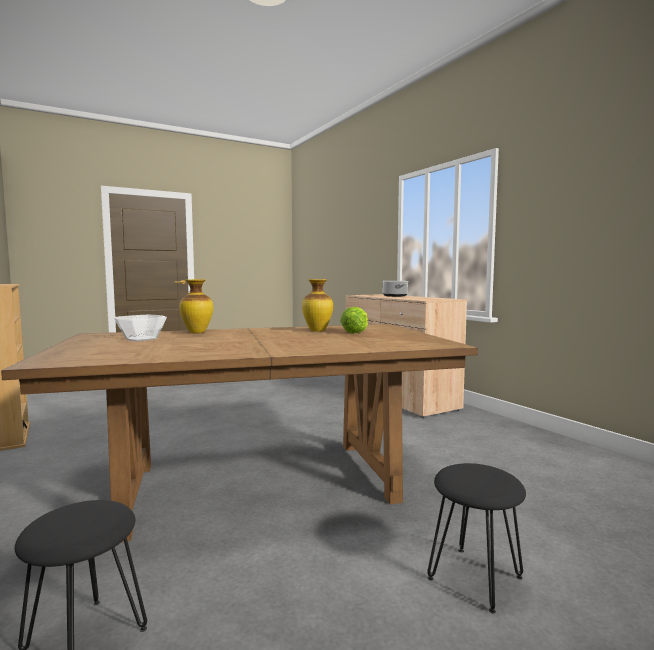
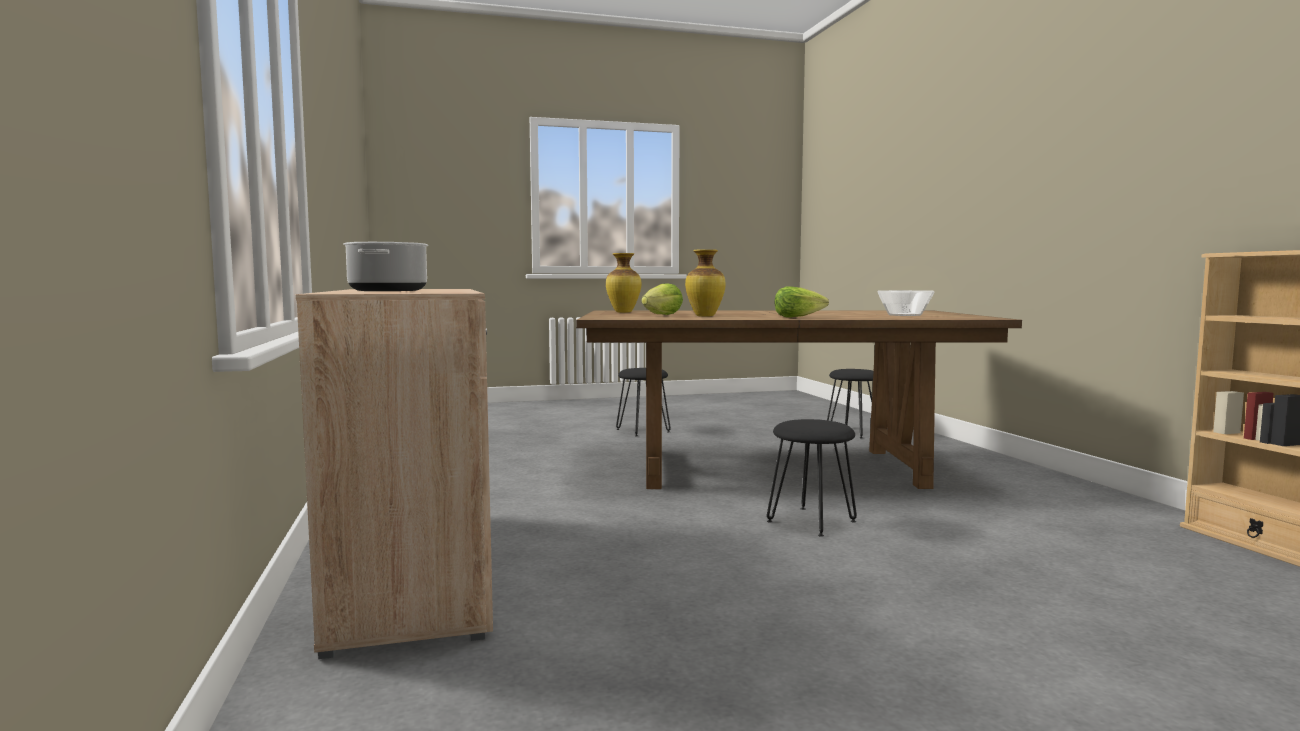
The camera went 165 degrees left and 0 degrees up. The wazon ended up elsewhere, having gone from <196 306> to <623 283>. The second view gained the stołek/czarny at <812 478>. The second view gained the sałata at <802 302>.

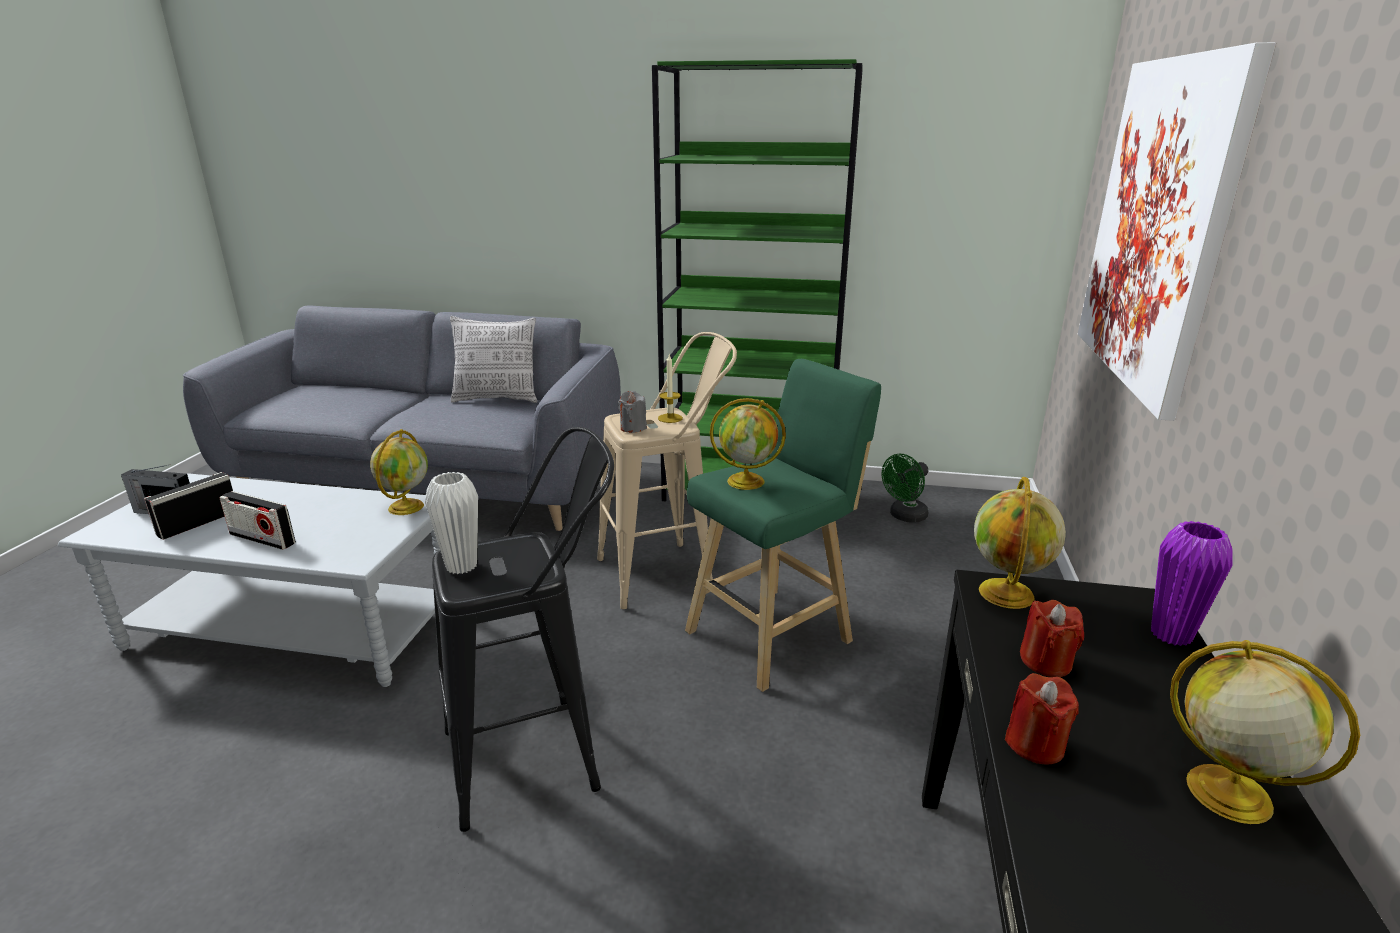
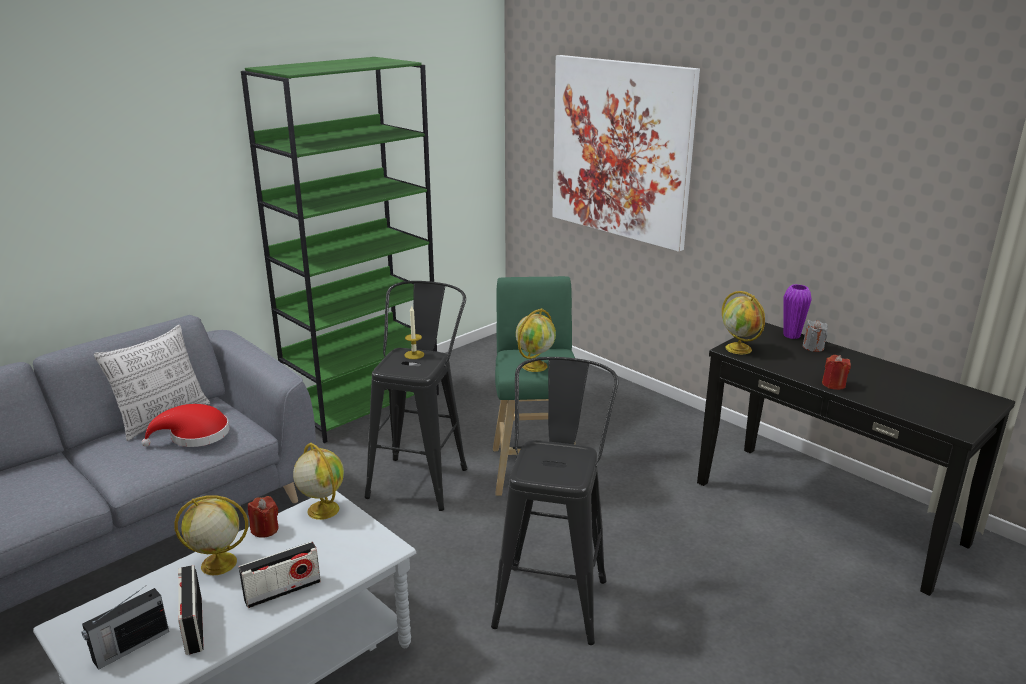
The camera went 55 degrees left and 0 degrees up. The second view gained the kapelusz/czerwony at <186 425>. The globus ended up elsewhere, having gone from <1265 732> to <211 535>. The świeca/czerwony ended up elsewhere, having gone from <1052 638> to <263 517>. What was the stołek/beżowy at <667 470> turned into the stołek/czarny at <416 396>. The świeca/szary ended up elsewhere, having gone from <632 412> to <815 336>. The second view lost the wazon/biały at <451 523>. The second view lost the wentylator/zielony at <905 488>.

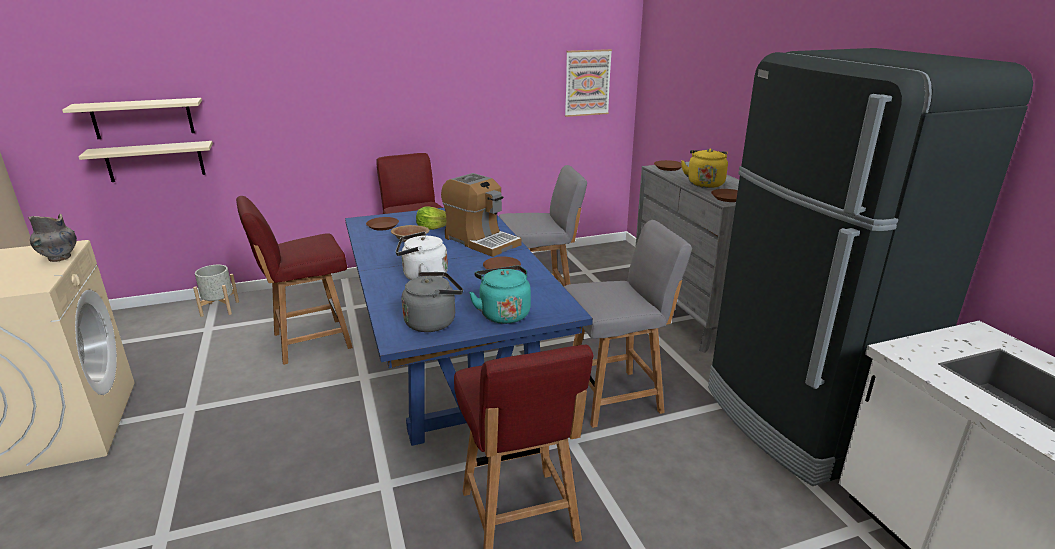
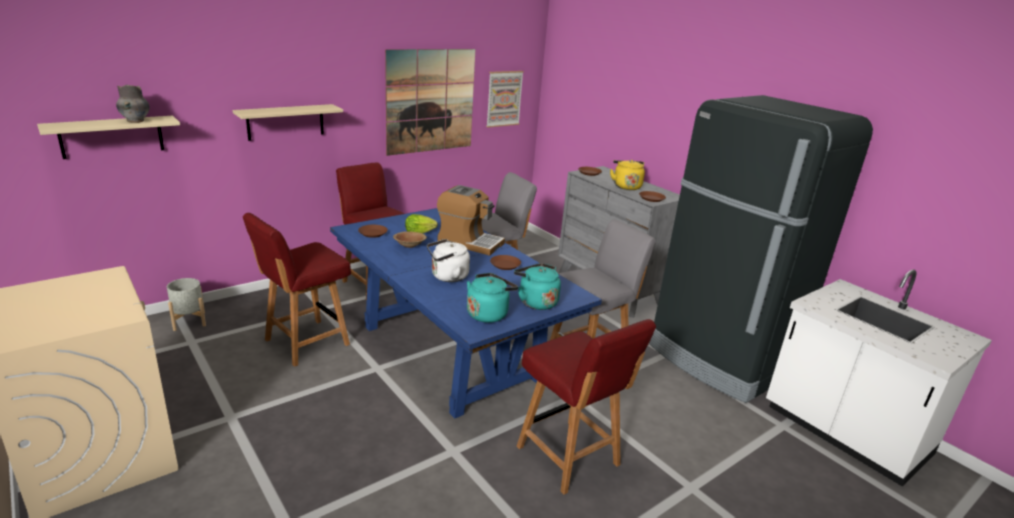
The camera went 20 degrees left and 0 degrees up. The wazon/szary ended up elsewhere, having gone from <52 238> to <133 104>. The półka/beżowy ended up elsewhere, having gone from <145 161> to <288 122>. The second view gained the obraz at <430 102>. What was the czajnik/szary at <432 302> turned into the czajnik/turkusowy at <492 298>.

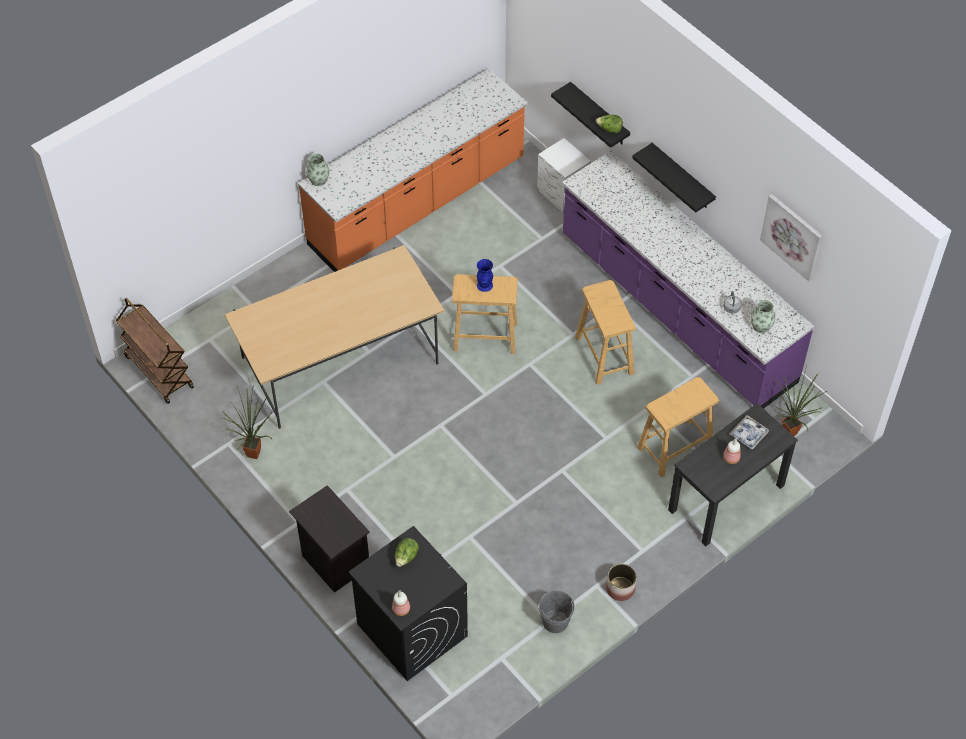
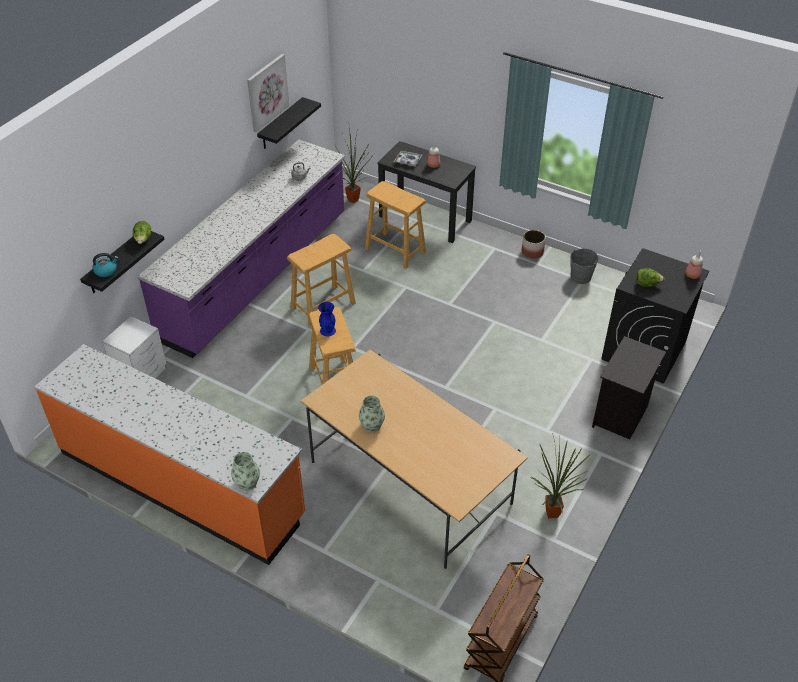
The camera went 110 degrees left and 10 degrees down. The second view gained the czajnik at <105 265>. The półka/czarny ended up elsewhere, having gone from <674 178> to <289 123>. The wazon ended up elsewhere, having gone from <762 316> to <372 414>.

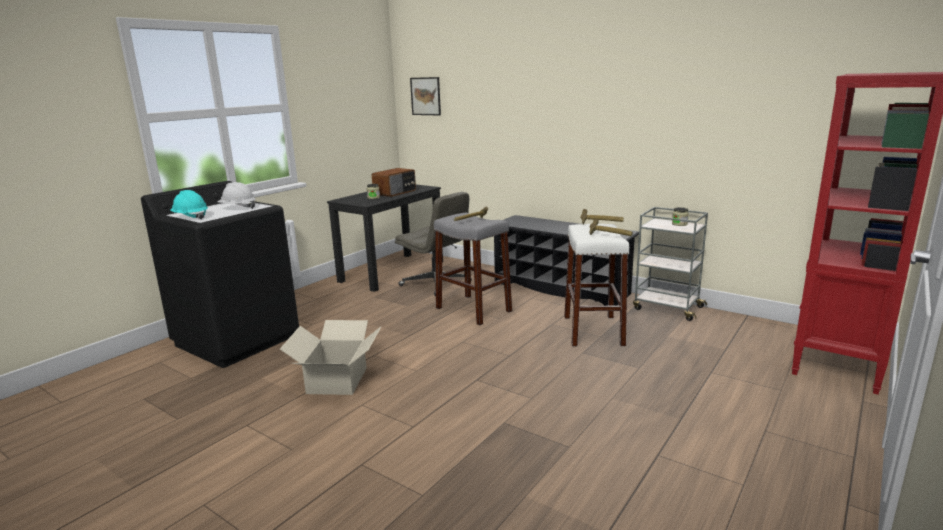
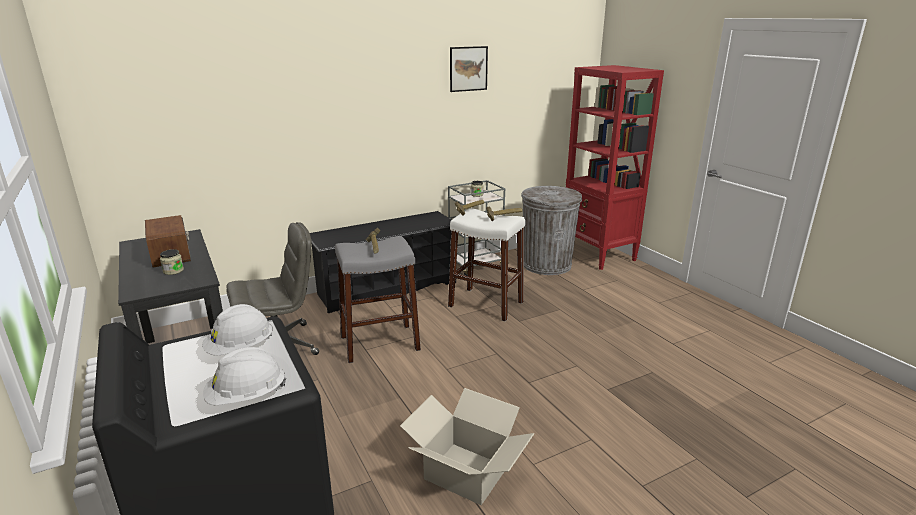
The camera went 65 degrees left and 5 degrees up. What was the kask/turkusowy at <189 205> turned into the kask/biały at <244 376>. The obraz ended up elsewhere, having gone from <425 96> to <469 69>. The second view gained the kosz na śmieci/szary at <551 230>.

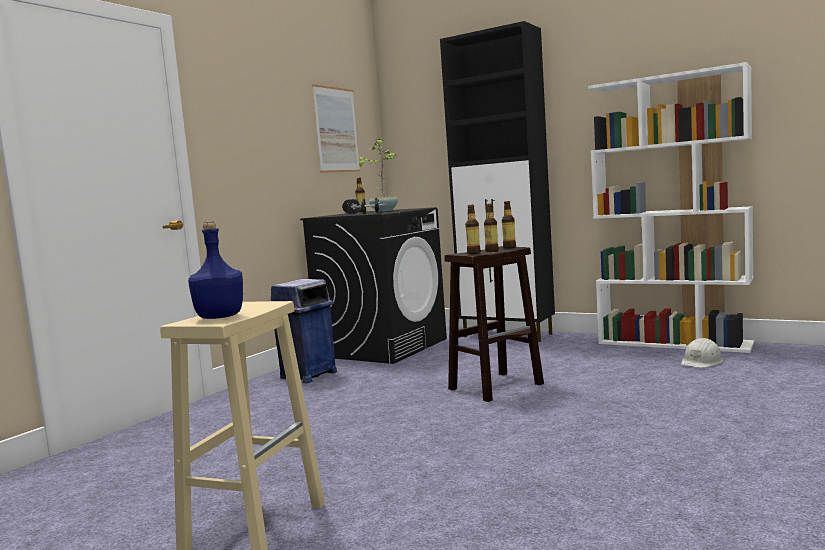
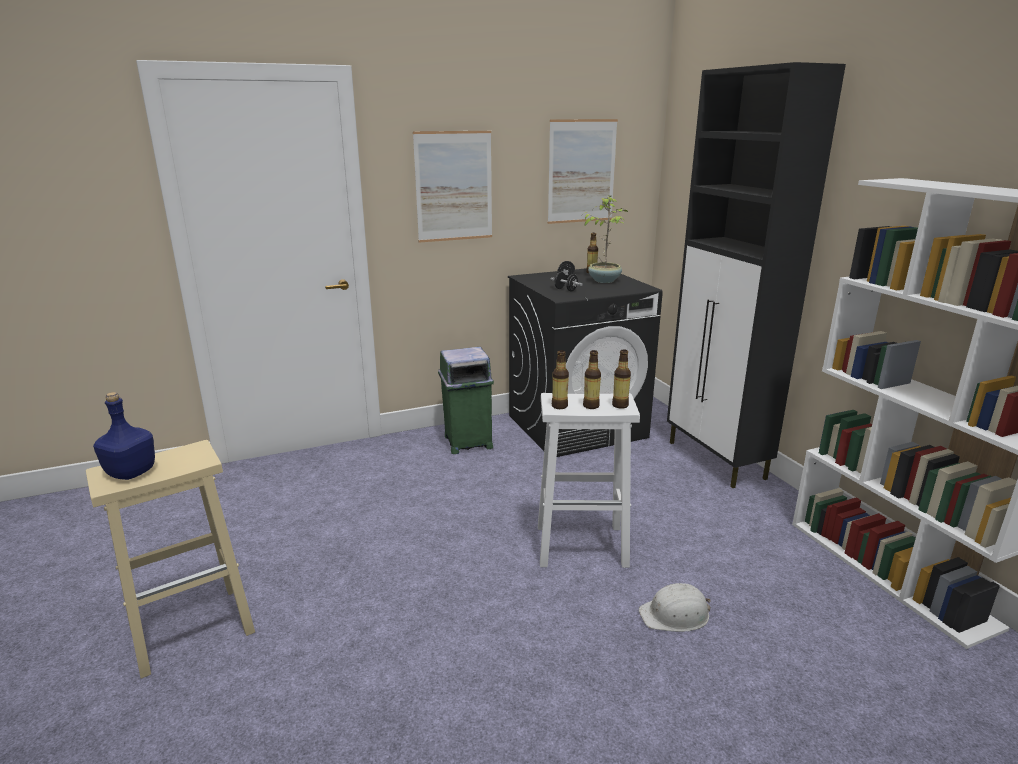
The camera went 35 degrees right and 15 degrees up. The second view gained the obraz at <452 187>. What was the kosz na śmieci/niebieski at <304 331> turned into the kosz na śmieci/zielony at <466 400>. What was the stołek/brązowy at <494 324> turned into the stołek/biały at <589 480>. The kask/biały ended up elsewhere, having gone from <702 353> to <675 607>.

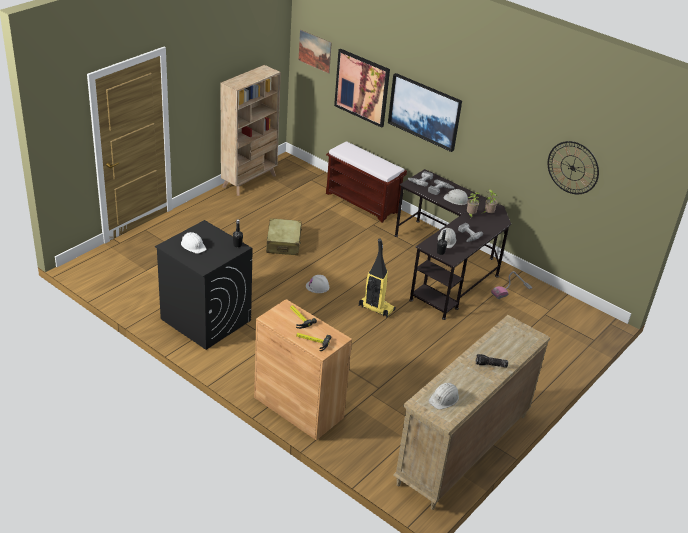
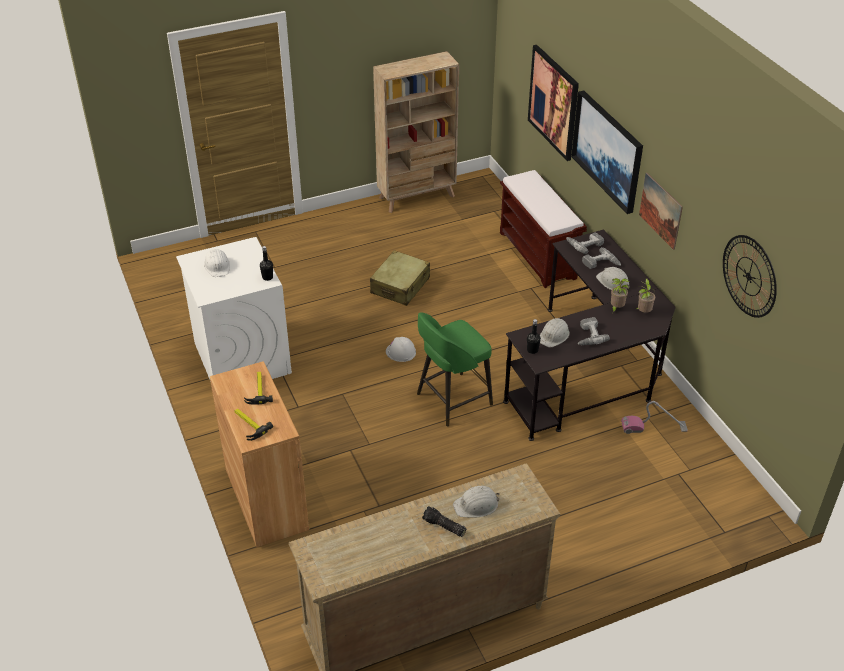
The camera went 30 degrees right and 5 degrees up. What was the pralka/czarny at <204 285> turned into the pralka/biały at <234 308>. Where the odkurzacz stood at <377 278>, the stołek/zielony came to stand at <455 369>. The kask/biały ended up elsewhere, having gone from <444 396> to <476 502>. The obraz ended up elsewhere, having gone from <315 51> to <661 211>.

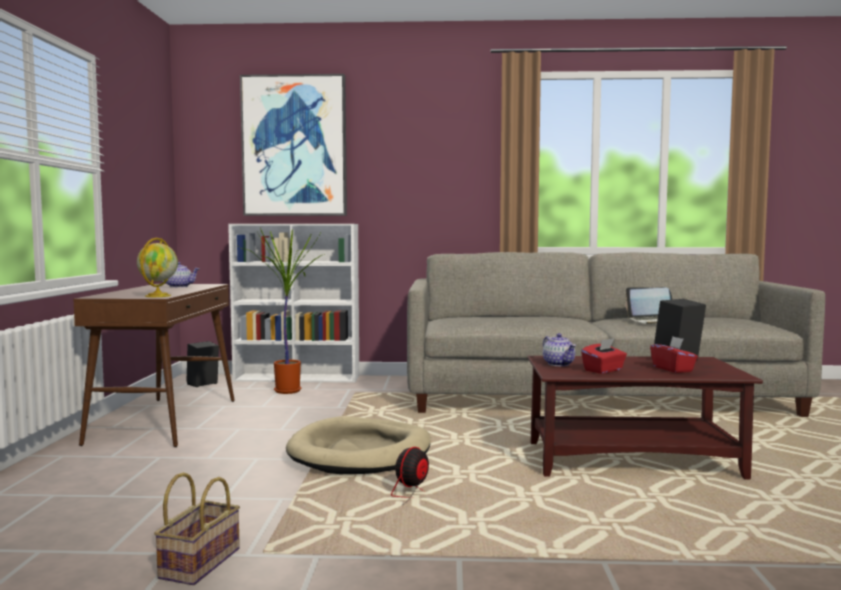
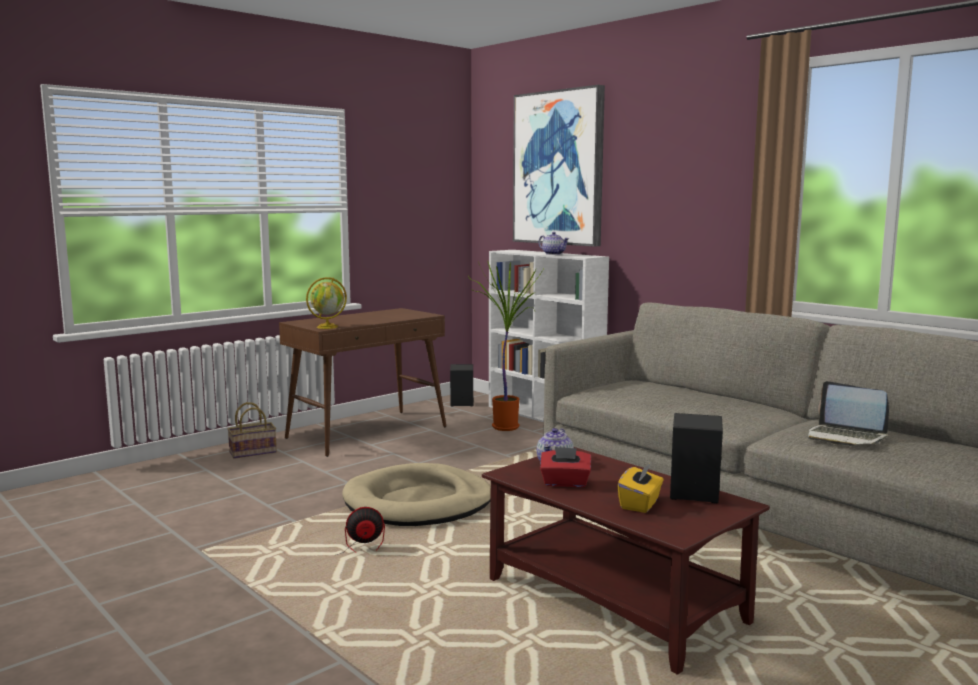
The camera went 45 degrees right and 5 degrees up. The koszyk ended up elsewhere, having gone from <197 528> to <252 430>. The imbryk ended up elsewhere, having gone from <180 275> to <553 243>. What was the pudełko chusteczek/czerwony at <674 354> turned into the pudełko chusteczek/żółty at <640 488>.

